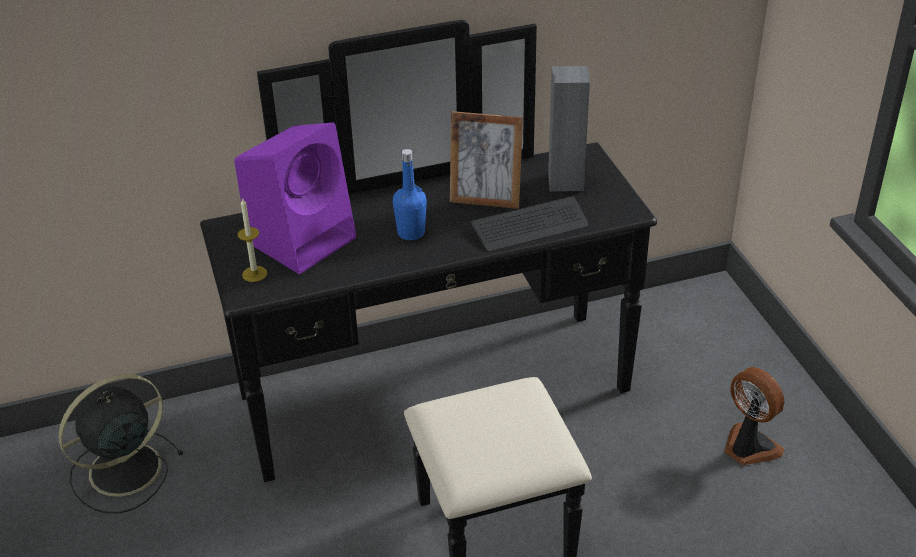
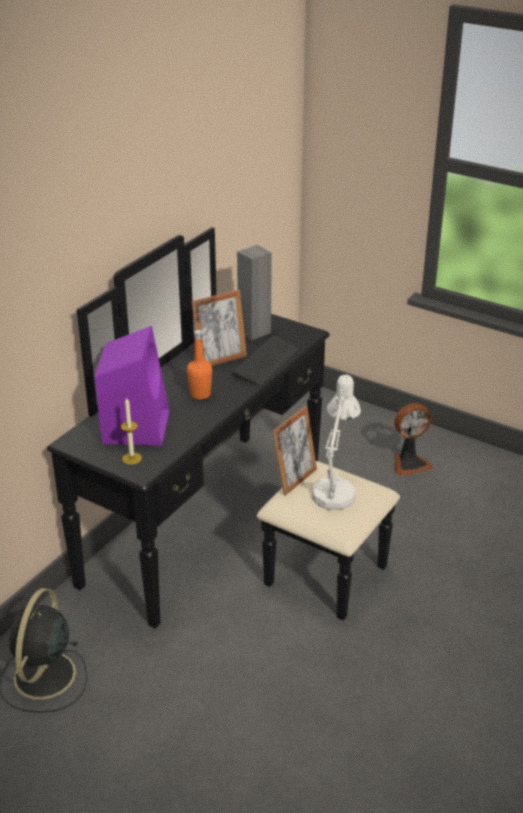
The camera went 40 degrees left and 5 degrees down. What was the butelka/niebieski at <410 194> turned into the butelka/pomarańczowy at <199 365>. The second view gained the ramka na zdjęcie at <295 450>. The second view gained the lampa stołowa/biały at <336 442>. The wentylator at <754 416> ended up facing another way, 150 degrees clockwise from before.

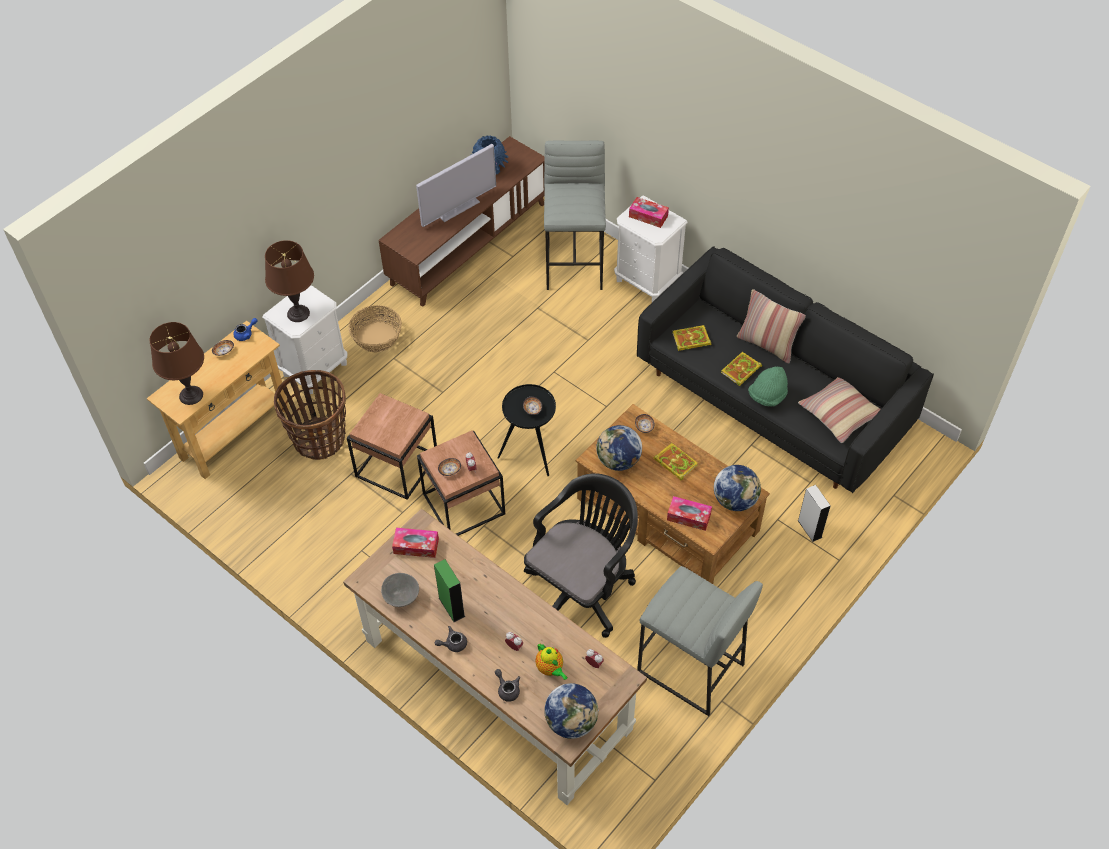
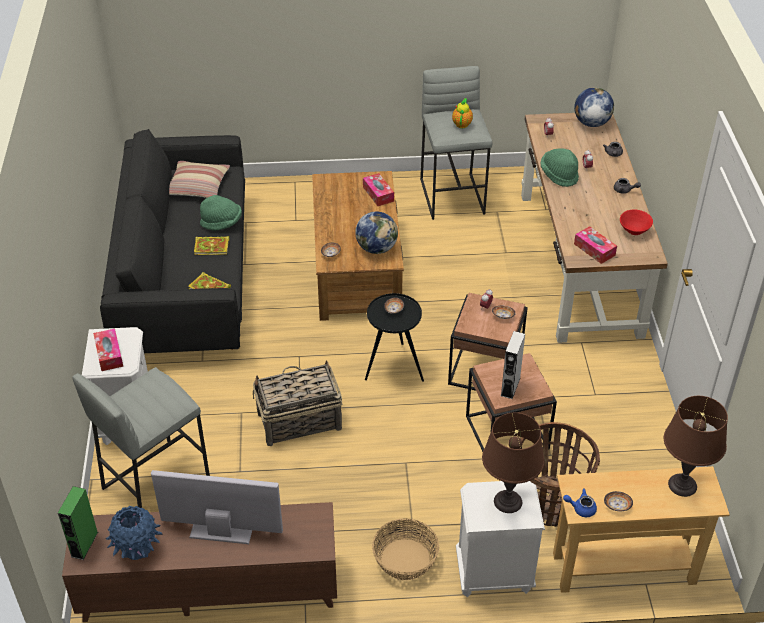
The camera went 135 degrees left and 10 degrees down. The głośnik/zielony ended up elsewhere, having gone from <449 590> to <78 523>. The second view gained the koszyk at <297 403>. The imbryk ended up elsewhere, having gone from <551 662> to <462 113>. The głośnik/szary ended up elsewhere, having gone from <814 513> to <513 365>. The second view gained the kapelusz/zielony at <559 167>. What was the miska/szary at <400 590> turned into the miska/czerwony at <636 222>. The second view lost the krzesło biurowe/czarny at <581 555>. The second view lost the książka at <675 462>. The second view lost the globus at <737 488>. The second view lost the poduszka at <771 326>.

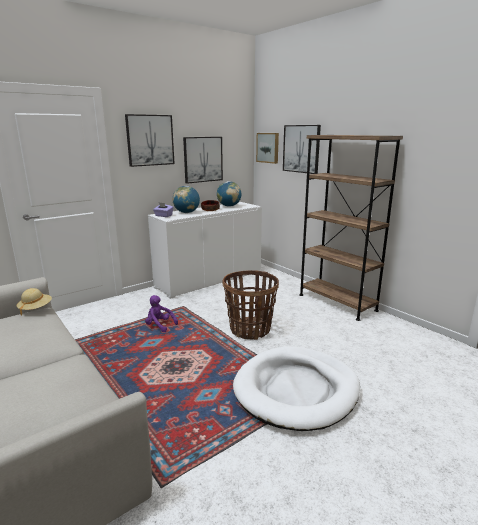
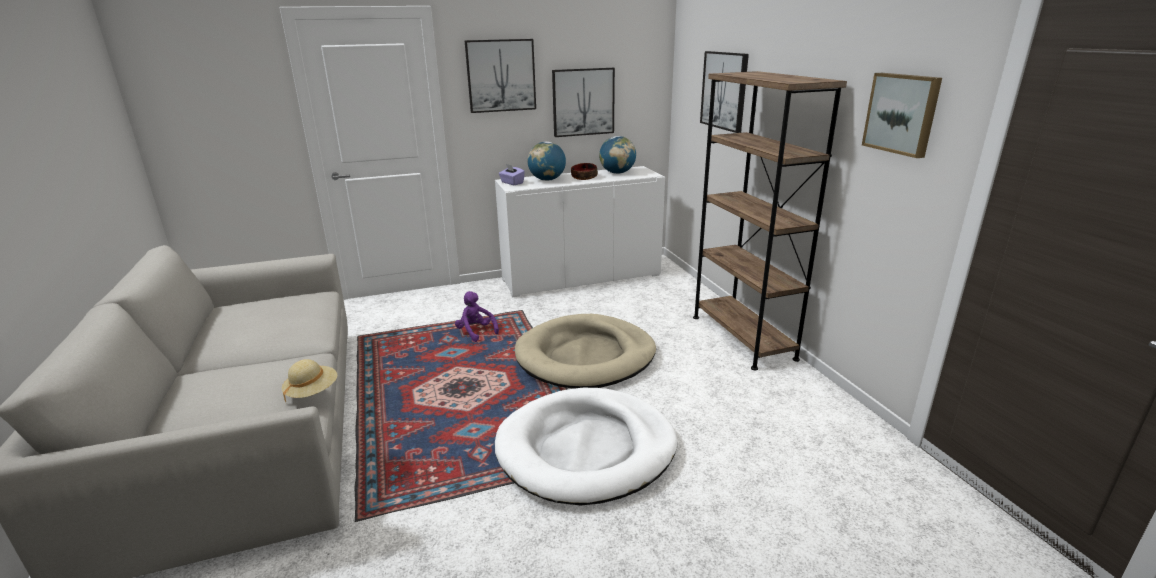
The camera went 20 degrees right and 5 degrees up. The kapelusz/beżowy ended up elsewhere, having gone from <34 301> to <309 380>. Where the koszyk stood at <250 305>, the legowisko/beżowy came to stand at <585 351>. The obraz ended up elsewhere, having gone from <267 148> to <902 115>.

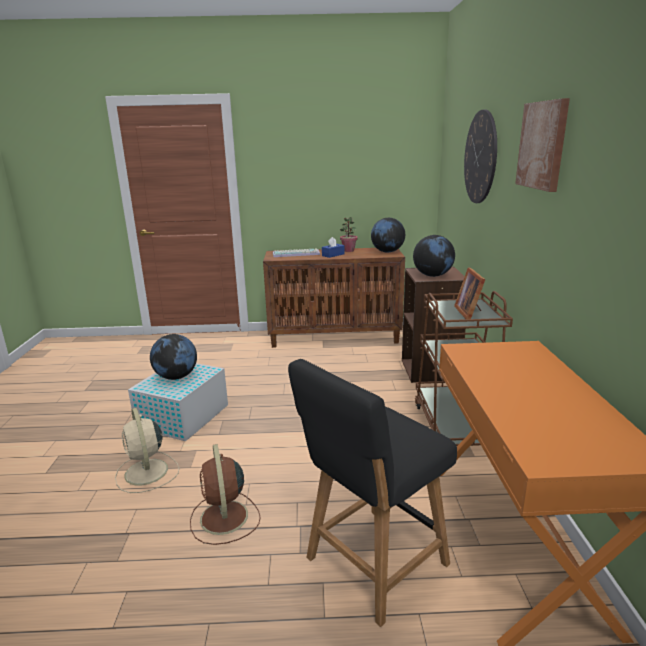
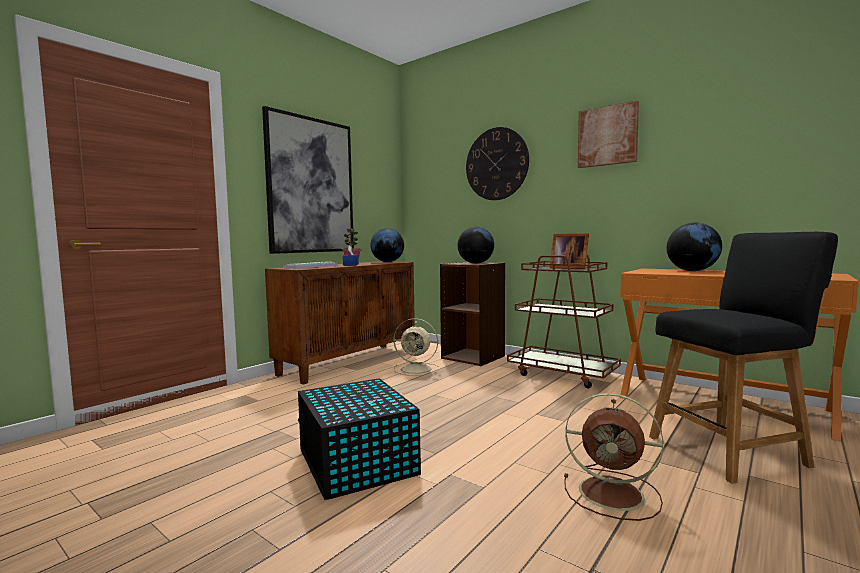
The camera went 50 degrees left and 15 degrees down. The second view gained the obraz at <308 180>. What was the pojemnik do przechowywania/biały at <178 402> turned into the pojemnik do przechowywania/czarny at <359 439>. The wentylator/beżowy ended up elsewhere, having gone from <147 450> to <416 347>. The krzesło/czarny at <372 493> ended up facing another way, 105 degrees counterclockwise from before. The globus ended up elsewhere, having gone from <173 357> to <694 247>.

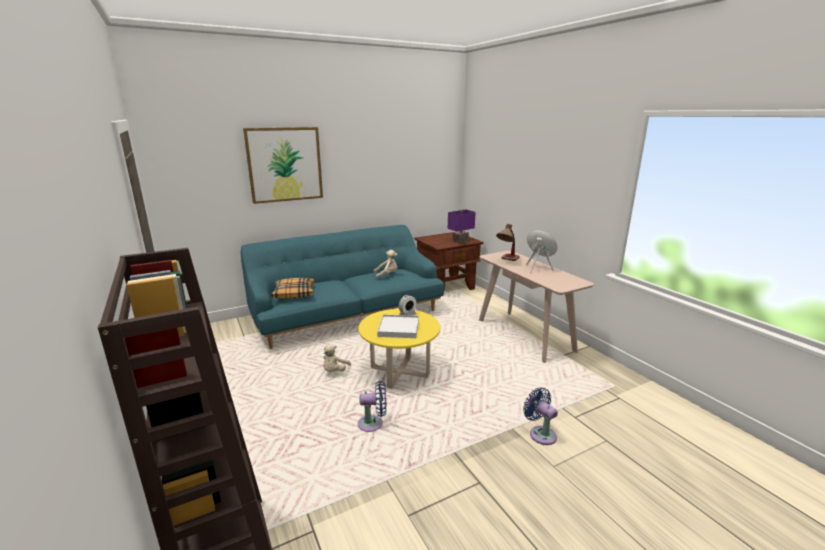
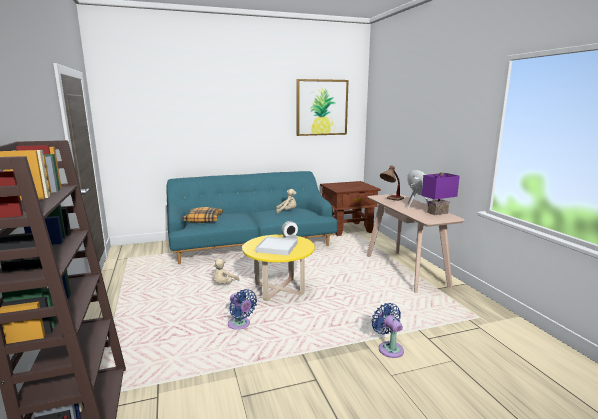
The camera went 10 degrees right and 5 degrees down. The wentylator/niebieski at <372 406> ended up facing another way, 45 degrees clockwise from before. The obraz ended up elsewhere, having gone from <283 165> to <322 107>. The lampa stołowa/fioletowy ended up elsewhere, having gone from <462 226> to <441 193>.

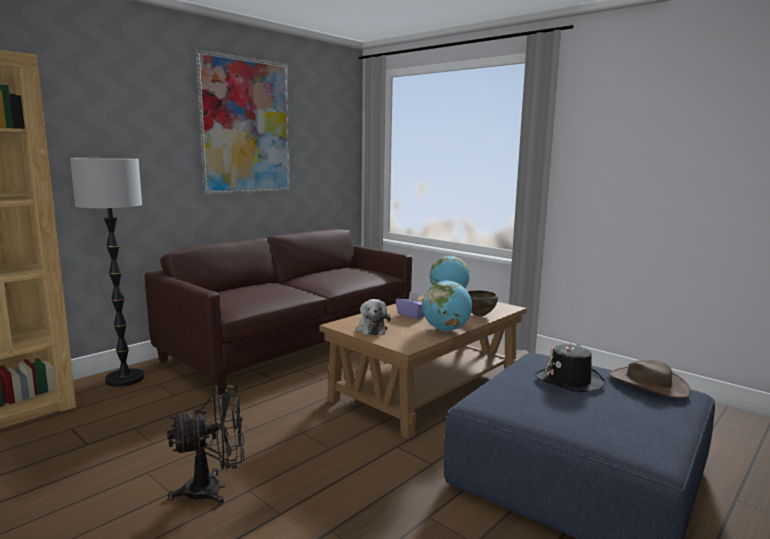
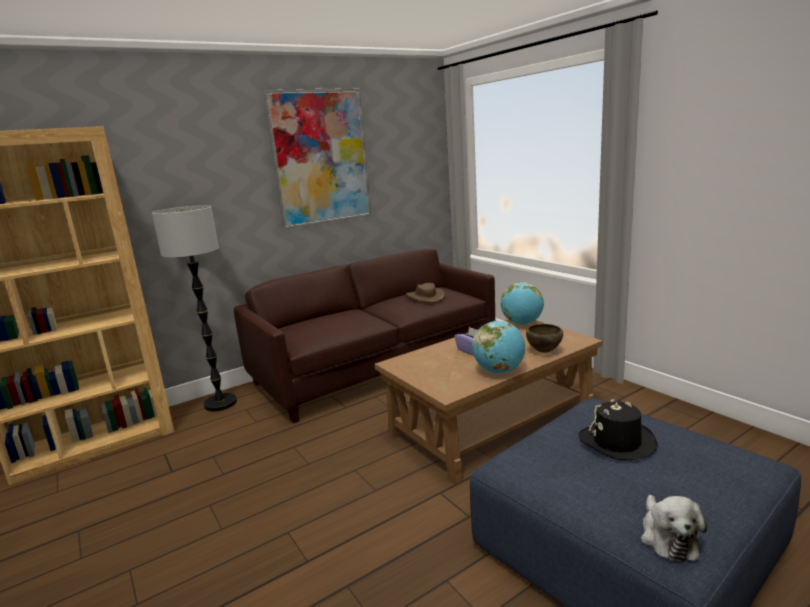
The camera went 15 degrees right and 5 degrees up. The kapelusz/brązowy ended up elsewhere, having gone from <650 378> to <425 293>. The pluszak ended up elsewhere, having gone from <374 317> to <674 528>. The second view lost the wentylator/czarny at <206 444>.

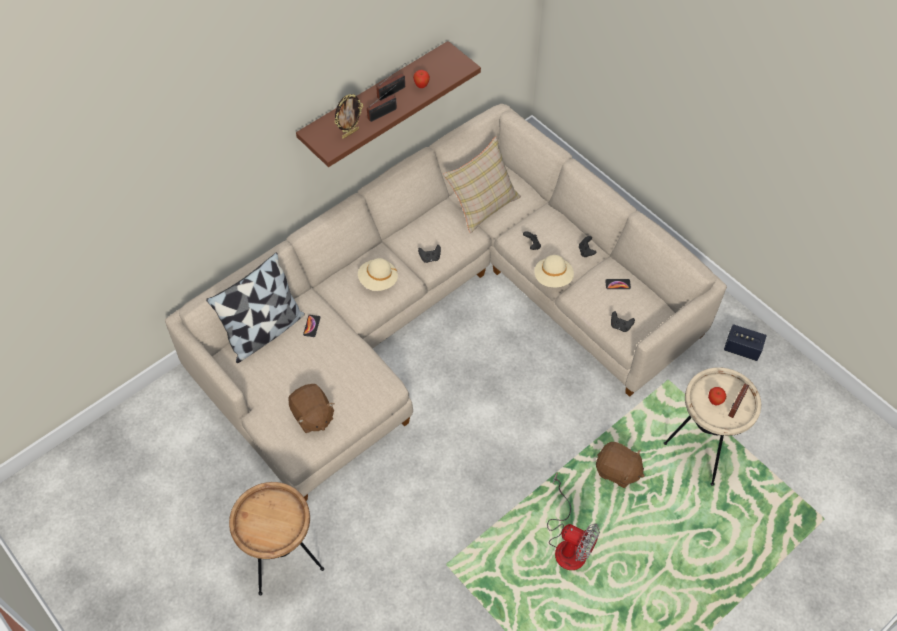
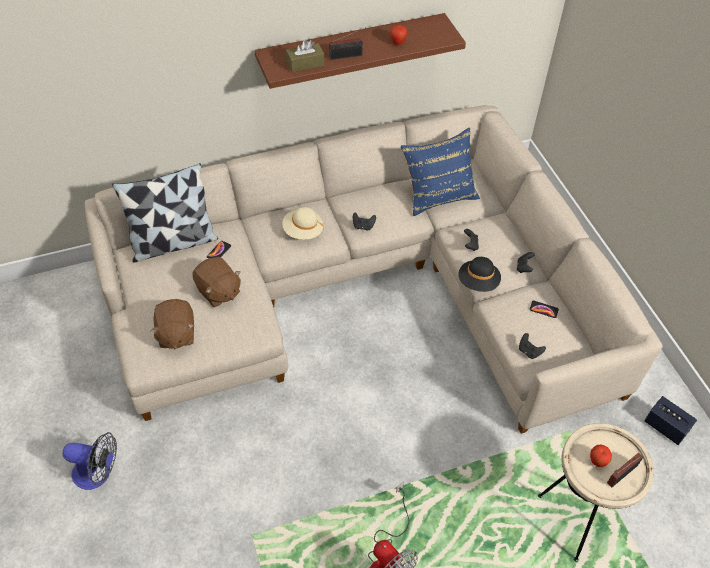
The camera went 20 degrees right and 5 degrees down. Where the stolik/brązowy stood at <276 538>, the wentylator came to stand at <90 461>. The pluszak/brązowy ended up elsewhere, having gone from <620 465> to <216 282>. Where the ramka na zdjęcie stood at <348 116>, the pudełko chusteczek/brązowy came to stand at <305 56>. What was the poduszka/beżowy at <482 185> turned into the poduszka/niebieski at <440 172>. What was the kapelusz/beżowy at <554 271> turned into the kapelusz/czarny at <479 274>. The second view lost the radio at <391 82>.

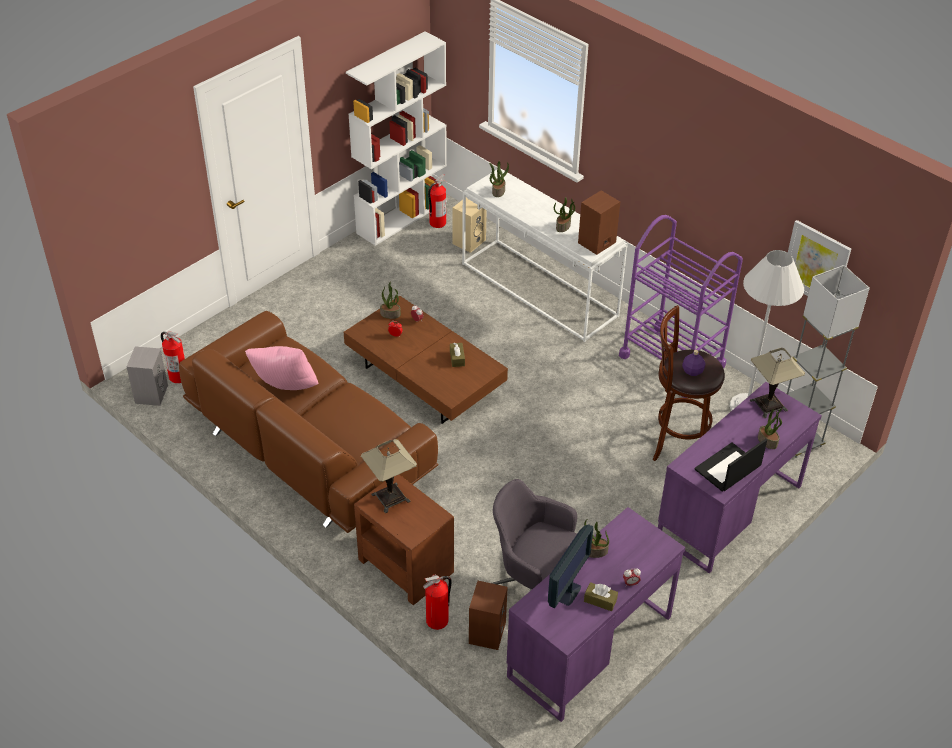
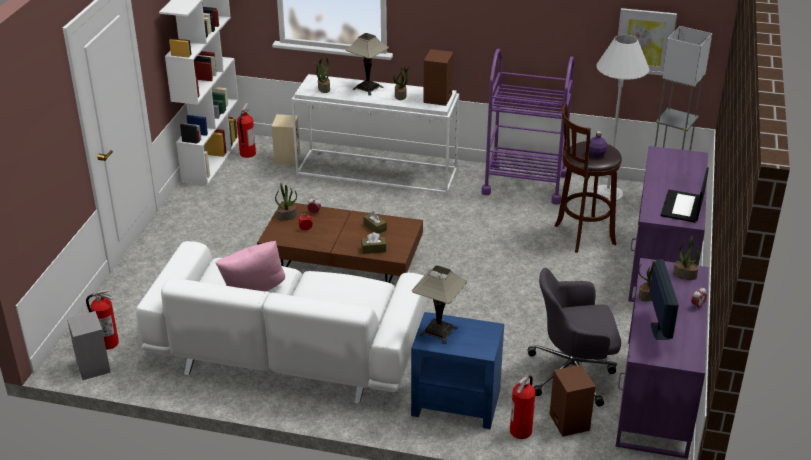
The camera went 30 degrees left and 10 degrees down. What was the kanapa/brązowy at <308 422> turned into the kanapa/biały at <282 322>. The lampa stołowa ended up elsewhere, having gone from <777 383> to <367 64>. The pudełko chusteczek/brązowy ended up elsewhere, having gone from <601 596> to <373 243>. What was the stolik/brązowy at <404 540> turned into the stolik/niebieski at <457 370>. The roślina doniczkowa ended up elsewhere, having gone from <770 428> to <686 258>.

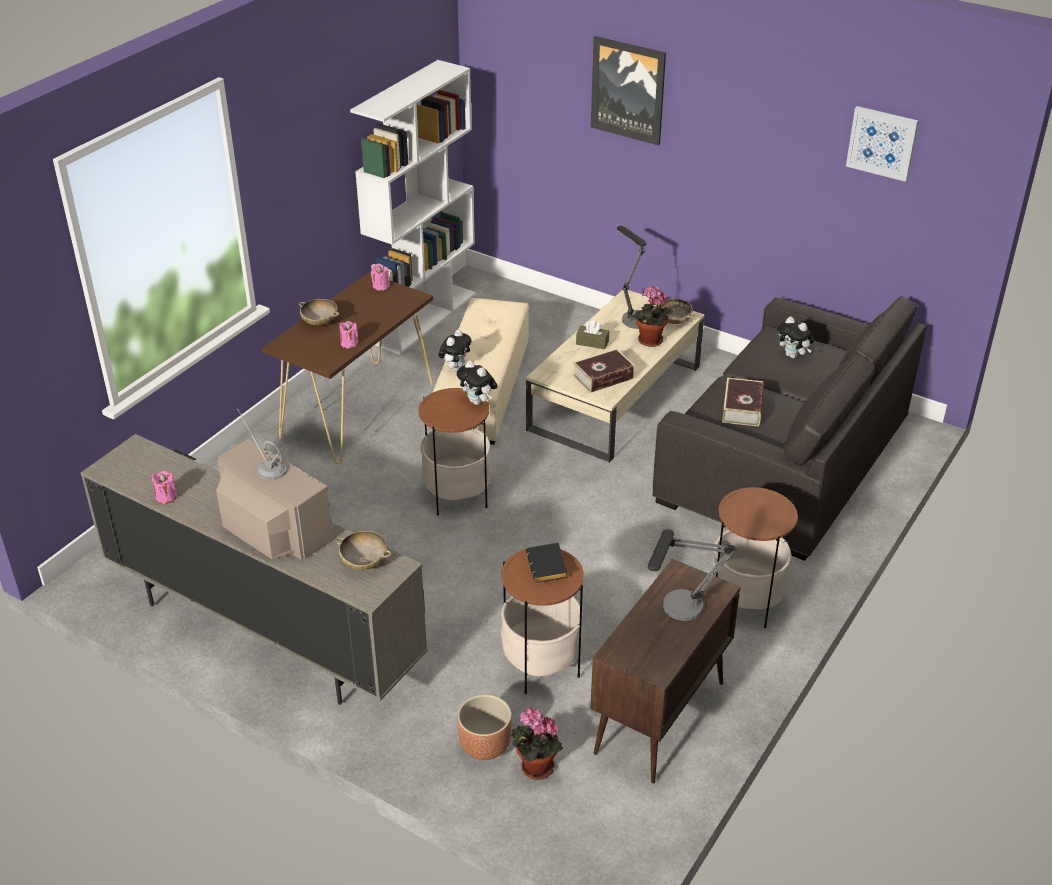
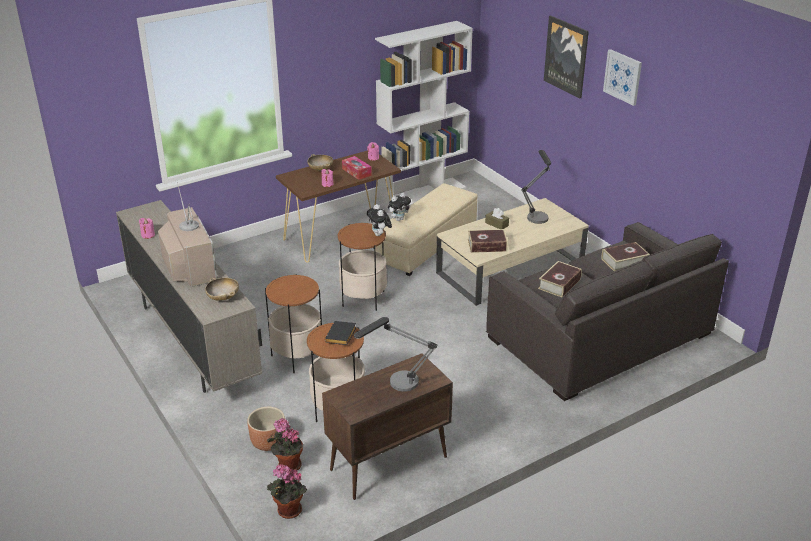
The camera went 25 degrees right and 5 degrees down. The stolik ended up elsewhere, having gone from <755 557> to <293 323>. The roślina doniczkowa ended up elsewhere, having gone from <652 316> to <287 491>. The second view gained the pudełko chusteczek at <357 168>. Where the pluszak stood at <795 337>, the książka came to stand at <625 256>. The obraz ended up elsewhere, having gone from <882 144> to <622 77>. The second view lost the miska/beżowy at <676 311>.

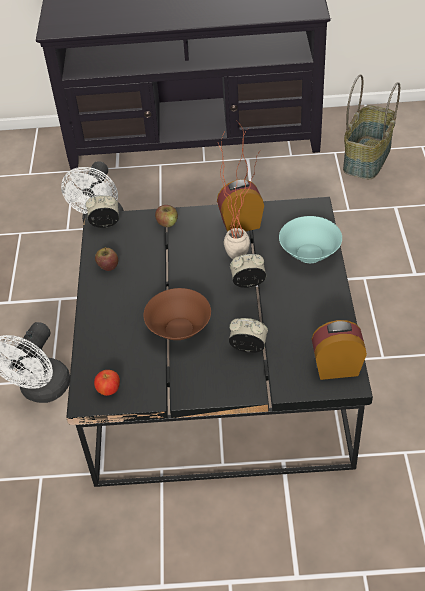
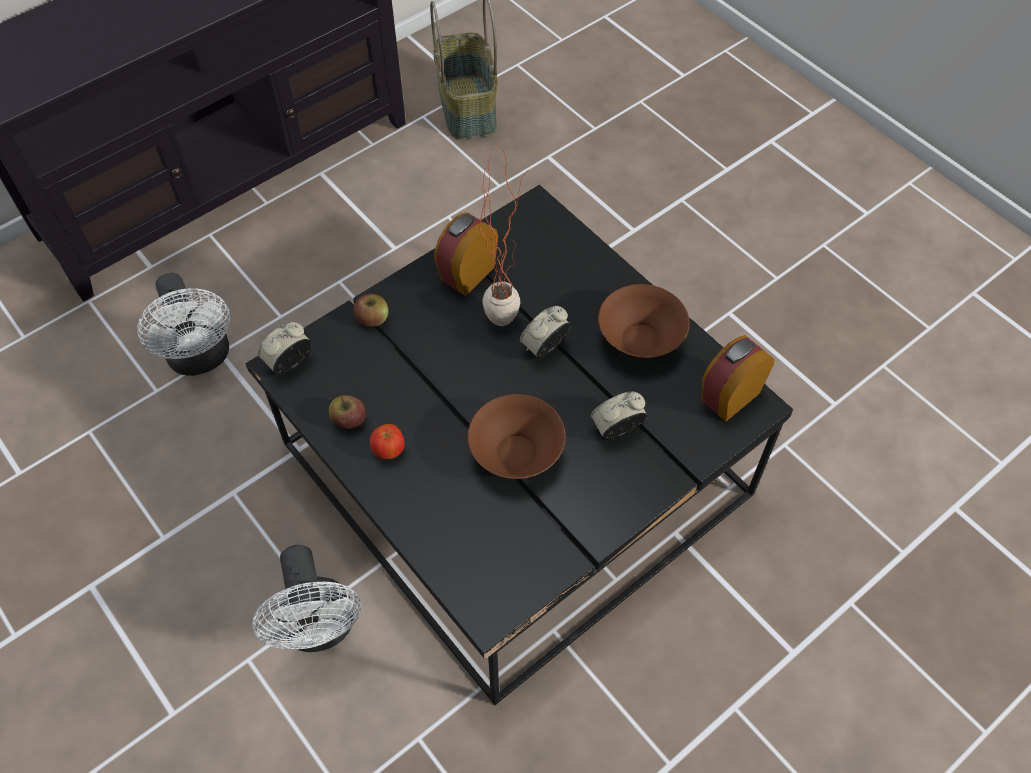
The camera went 40 degrees left and 10 degrees up. The jabłko ended up elsewhere, having gone from <107 383> to <387 441>. The second view gained the miska/brązowy at <644 321>. The second view lost the miska/turkusowy at <310 239>.

